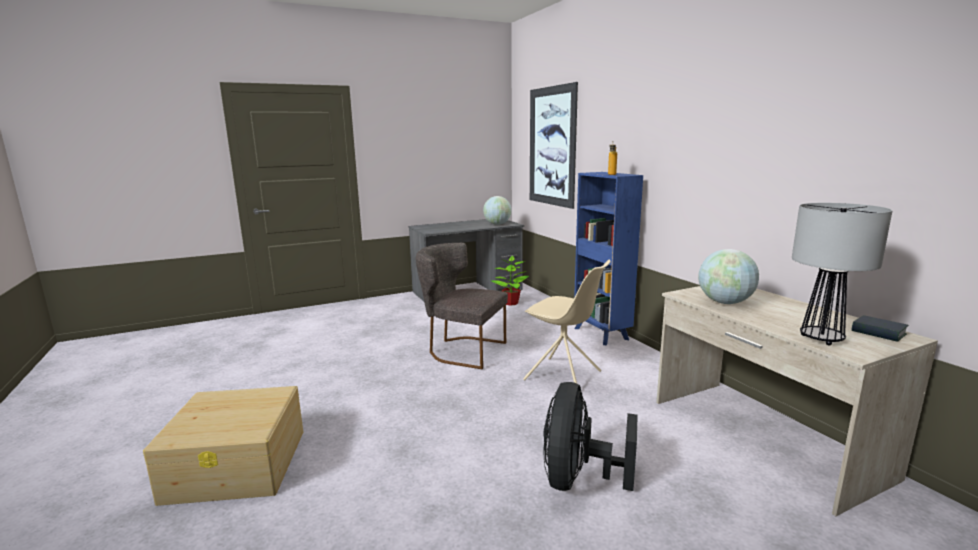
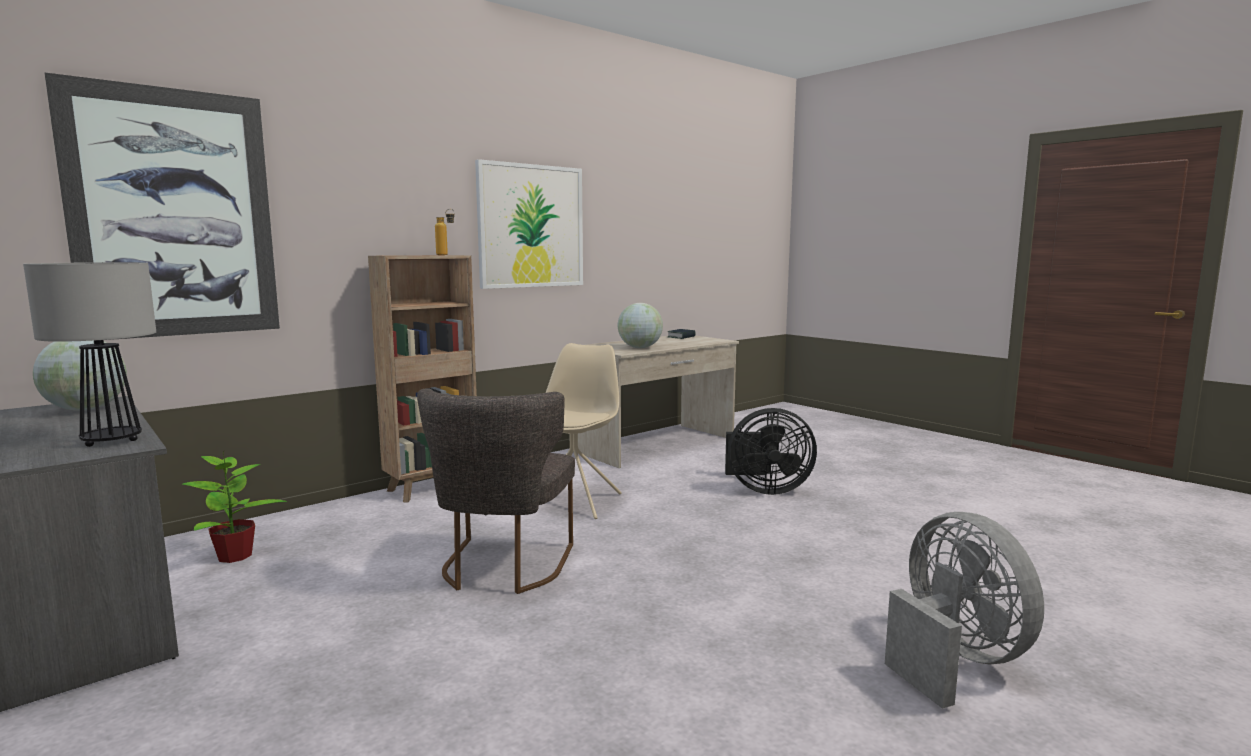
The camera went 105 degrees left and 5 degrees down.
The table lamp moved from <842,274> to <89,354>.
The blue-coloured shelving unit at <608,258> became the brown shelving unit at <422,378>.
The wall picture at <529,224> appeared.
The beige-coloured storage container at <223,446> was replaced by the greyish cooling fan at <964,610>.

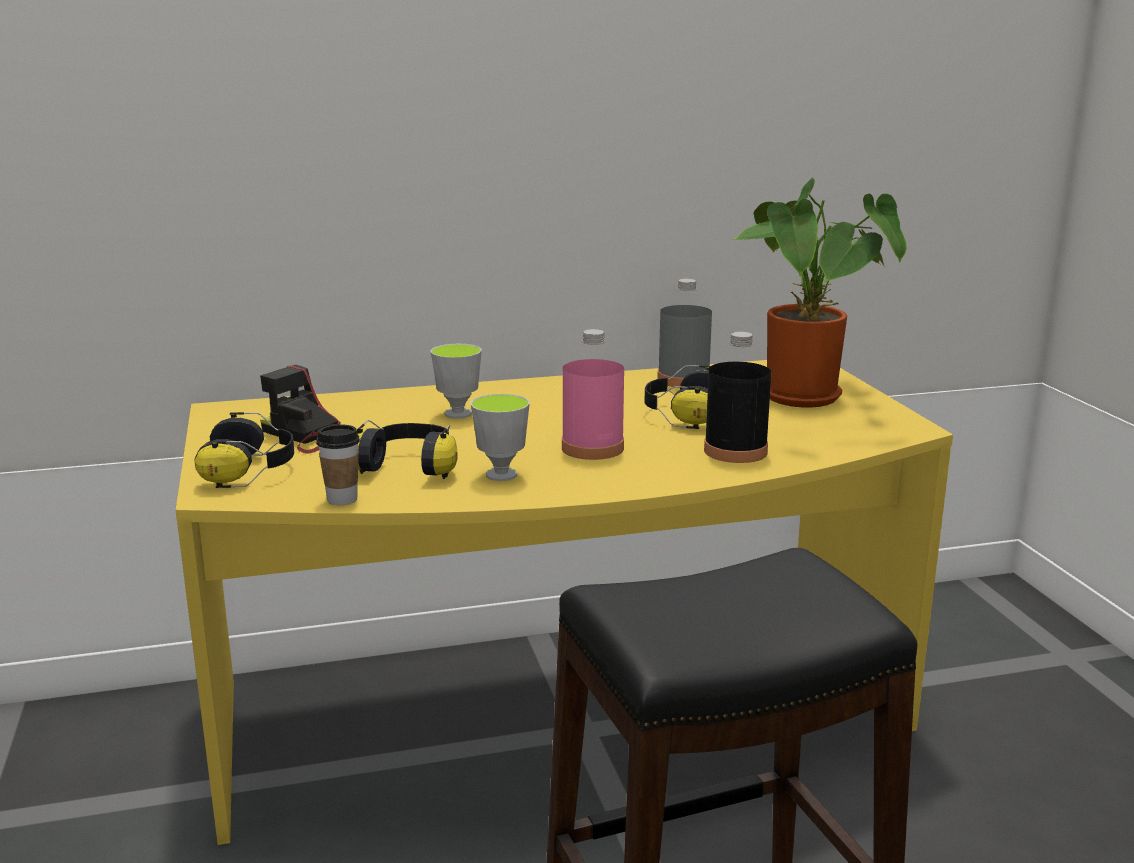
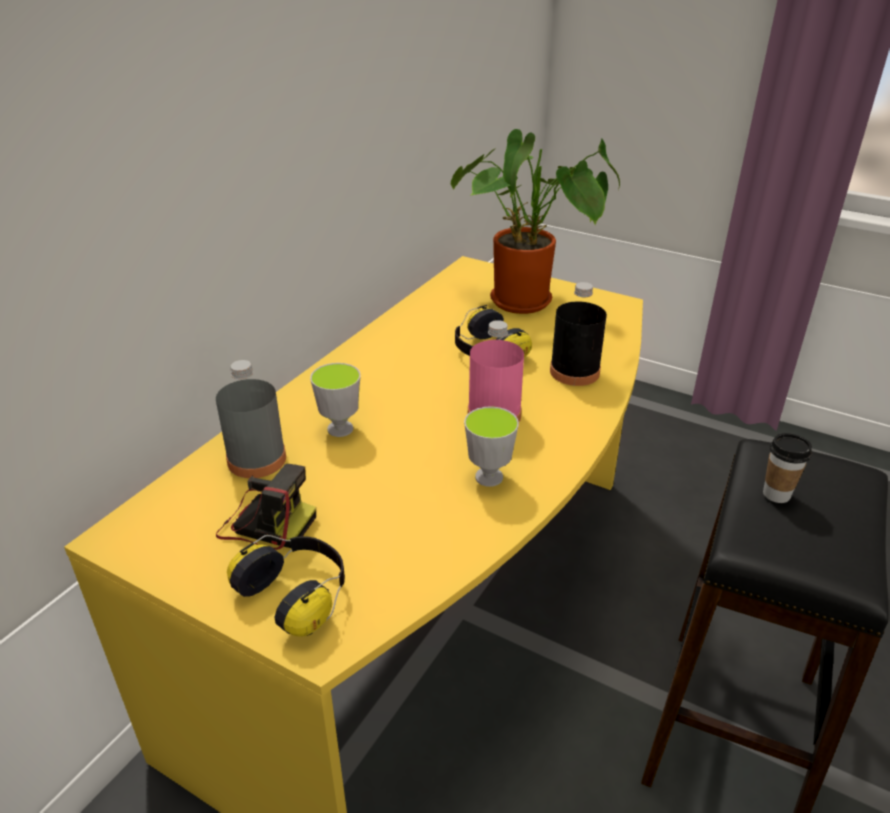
The camera went 45 degrees left and 15 degrees up.
The greyish beverage bottle moved from <684,333> to <251,419>.
The still camera at <300,409> turned 150 degrees counterclockwise.
The drinking cup moved from <338,464> to <787,468>.
The headset at <407,449> disappeared.

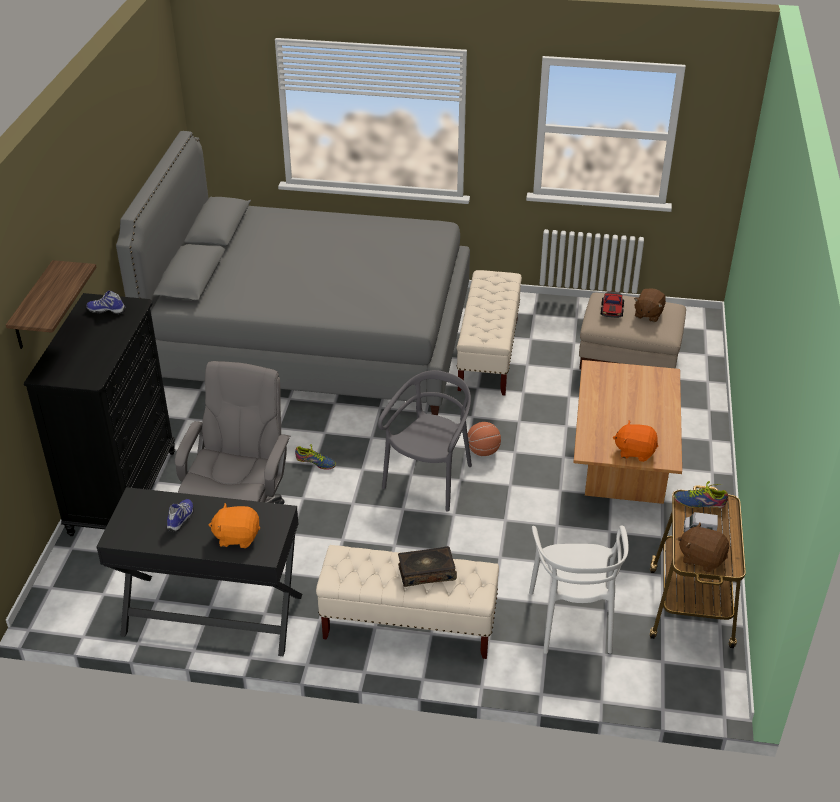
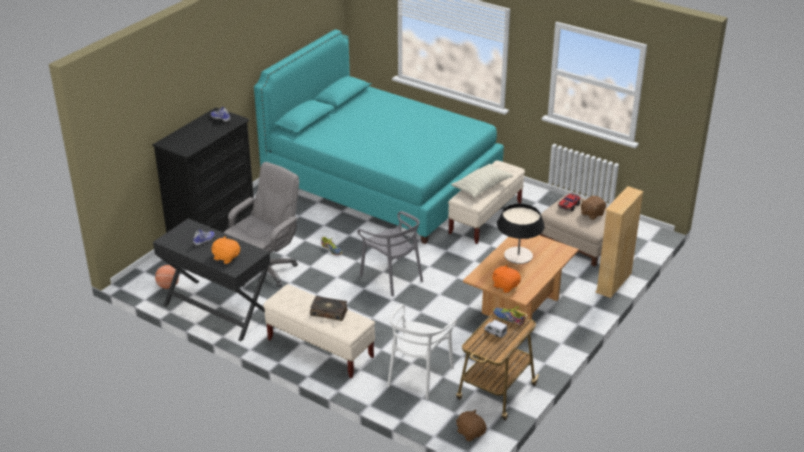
The camera went 25 degrees right and 5 degrees down.
The ball for basketball moved from <484,439> to <167,277>.
The greyish bed at <293,273> became the turquoise bed at <379,137>.
The greyish plain chair at <425,440> turned 90 degrees clockwise.
The cushion at <482,181> appeared.
The brown soft toy moved from <703,547> to <471,425>.
The table lamp at <521,234> appeared.
The beige-coloured shelving unit at <619,242> appeared.
The shelf at <51,304> disappeared.

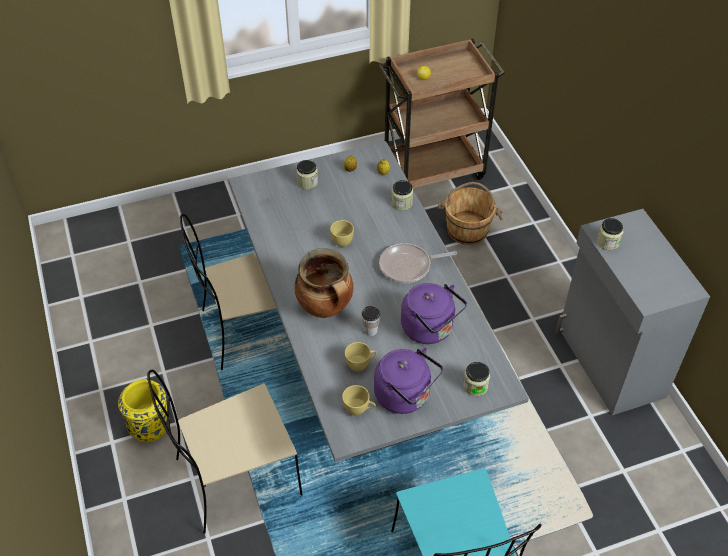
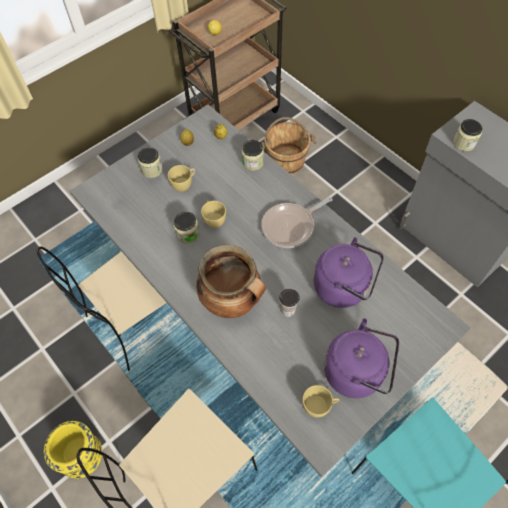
The camera went 20 degrees left and 10 degrees up.
The yellow drinking cup moved from <361,356> to <181,178>.
The storage jar moved from <476,379> to <187,228>.

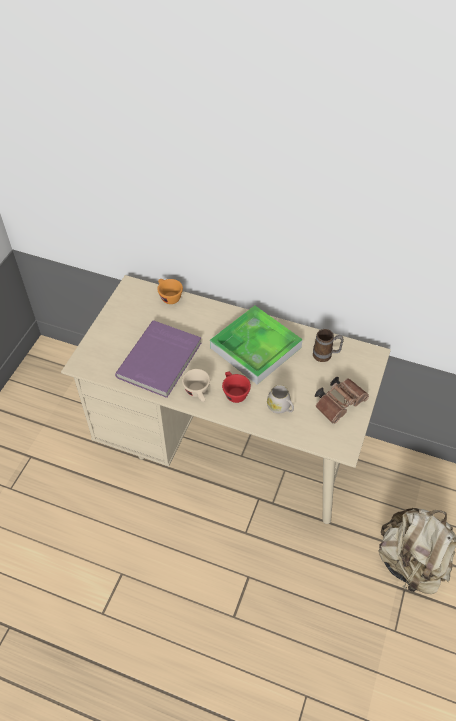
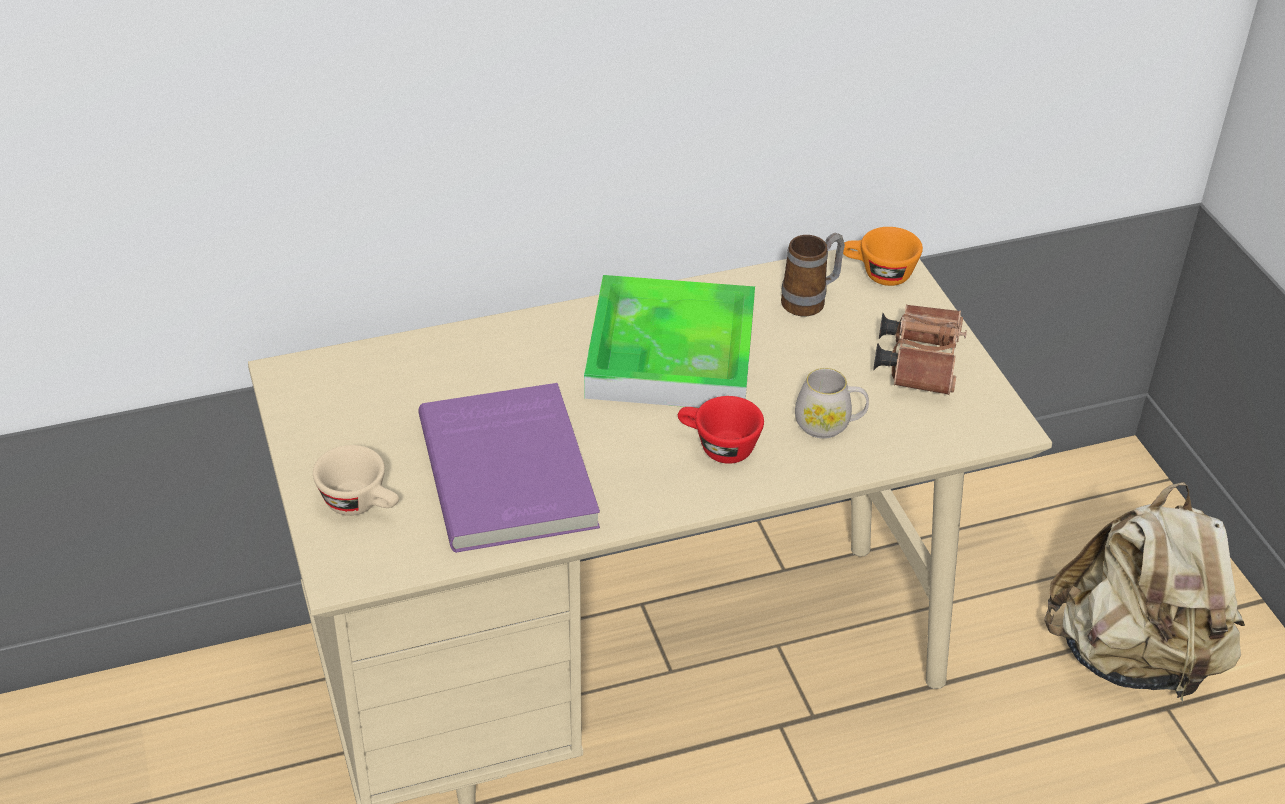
The camera went 40 degrees left and 10 degrees down.
The beige-coloured drinking cup moved from <196,385> to <356,480>.
The orange-coloured drinking cup moved from <170,291> to <883,256>.

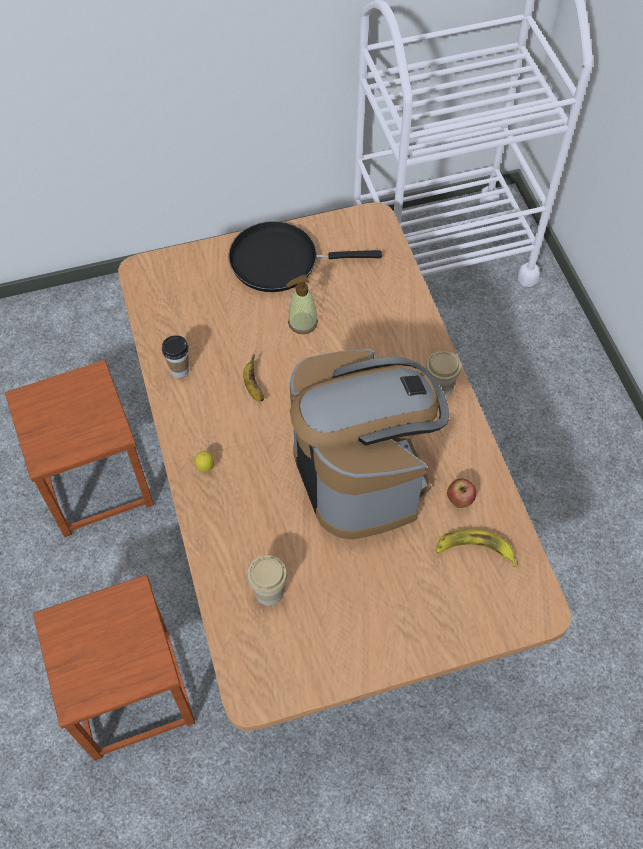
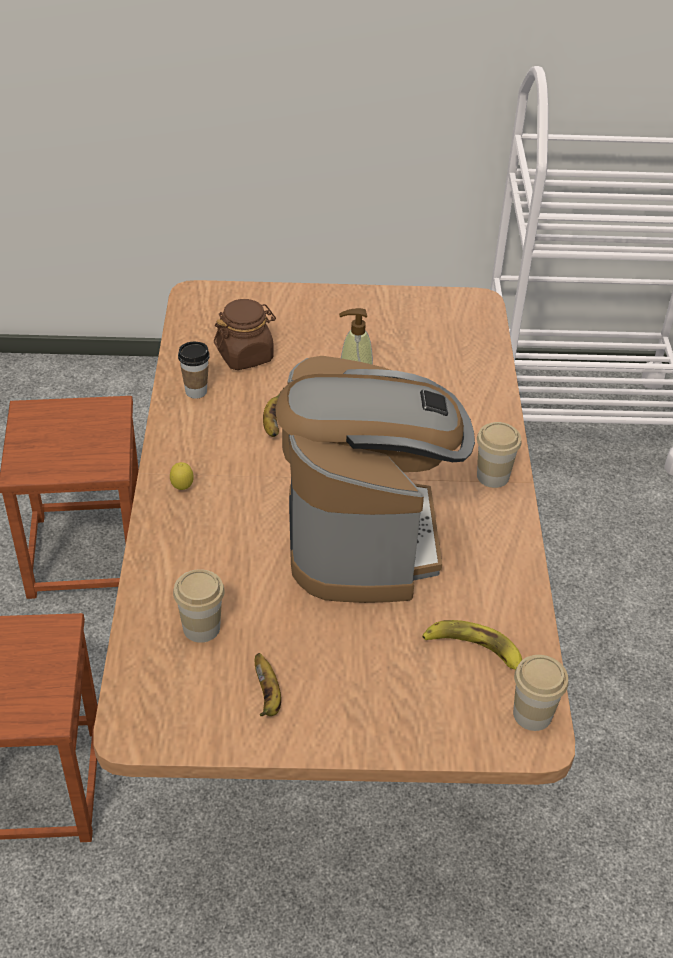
The camera went 15 degrees right and 15 degrees down.
The brown storage jar at <245,334> appeared.
The banana at <268,684> appeared.
The drinking cup at <540,693> appeared.
The black-coloured frying pan at <305,256> disappeared.
The apple at <461,493> disappeared.

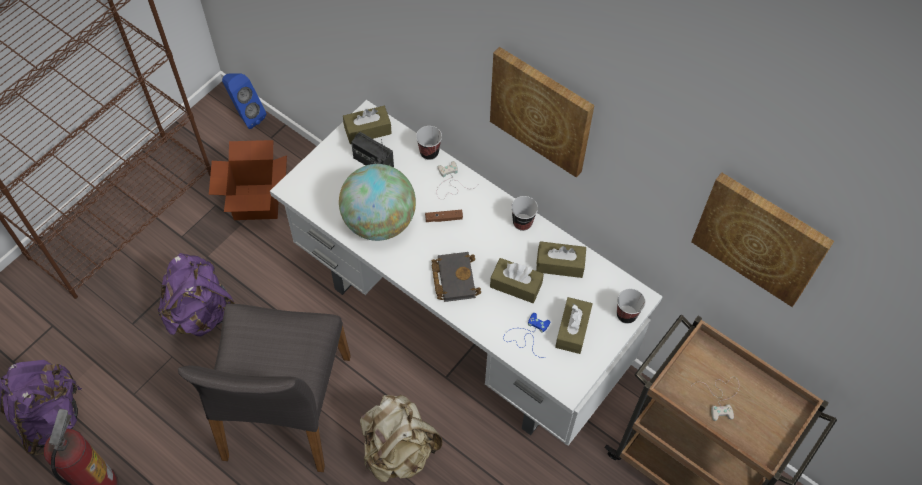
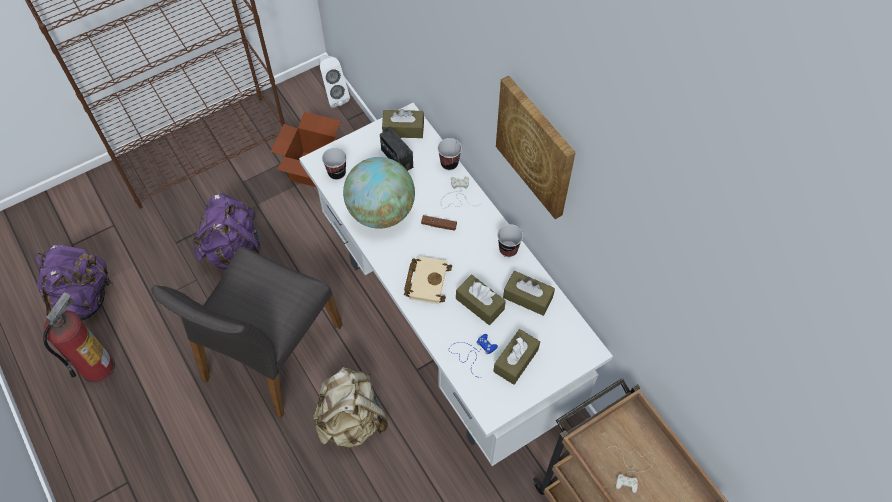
The camera went 20 degrees right and 0 degrees up.
The blue-coloured speaker at <244,101> became the whitish speaker at <334,81>.
The drinking cup moved from <631,306> to <334,164>.
The black-coloured book at <456,277> became the beige-coloured book at <428,280>.
The wall picture at <762,239> disappeared.

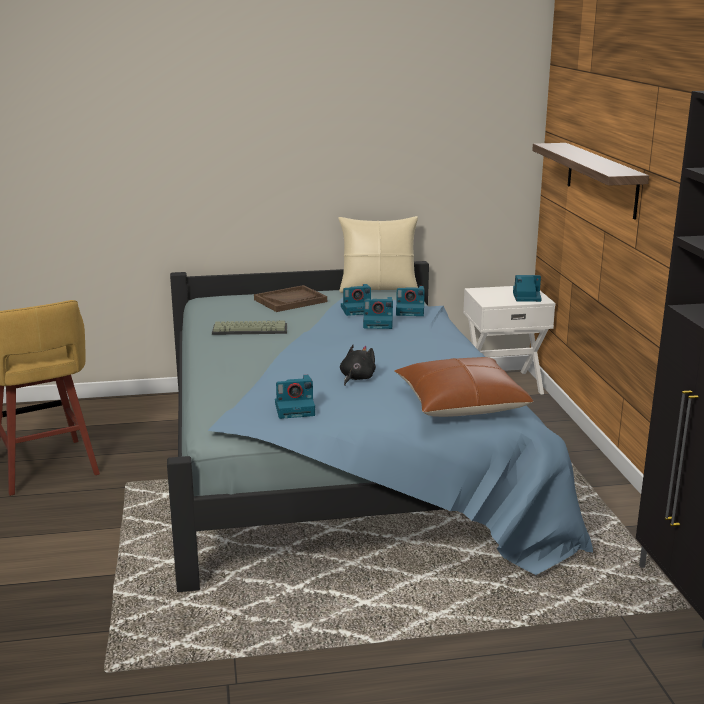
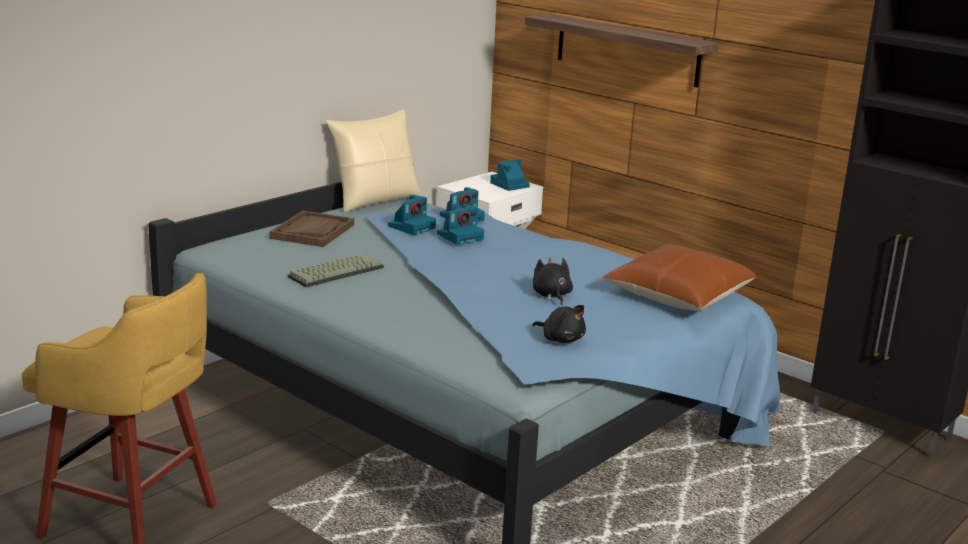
The camera went 40 degrees left and 0 degrees up.
The still camera at <295,397> was replaced by the black-coloured soft toy at <559,324>.

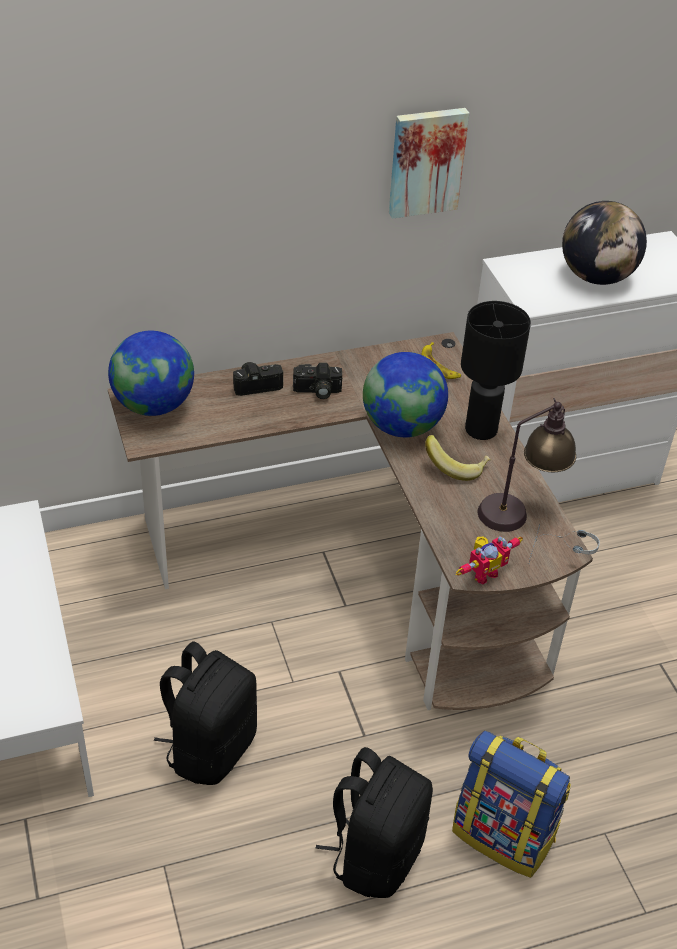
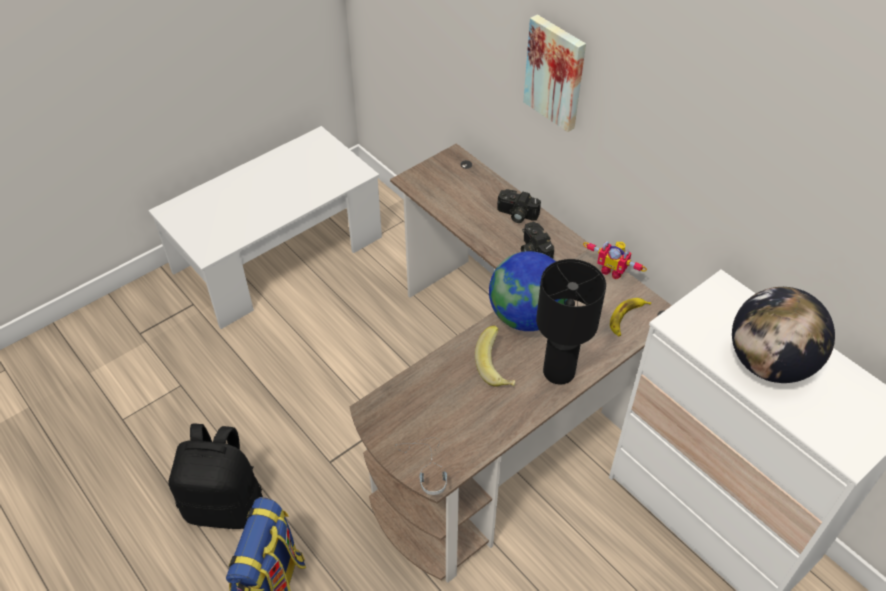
The camera went 70 degrees right and 5 degrees up.
The still camera at <258,379> turned 150 degrees clockwise.
The wall picture moved from <429,163> to <554,73>.
The robot figure moved from <489,560> to <615,260>.
The globe at <151,373> disappeared.
The black-coloured backpack at <205,713> disappeared.
The table lamp at <527,465> disappeared.

